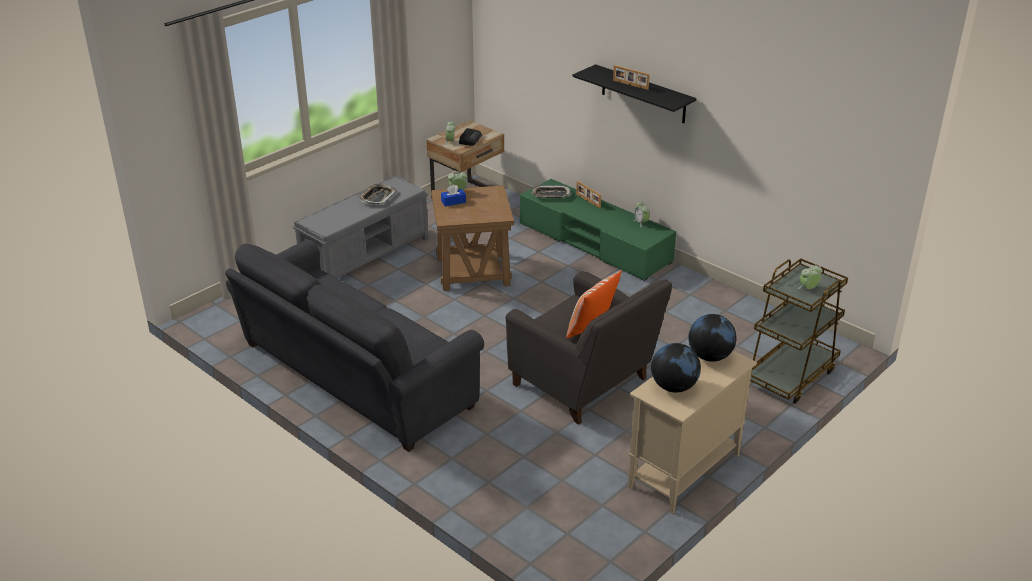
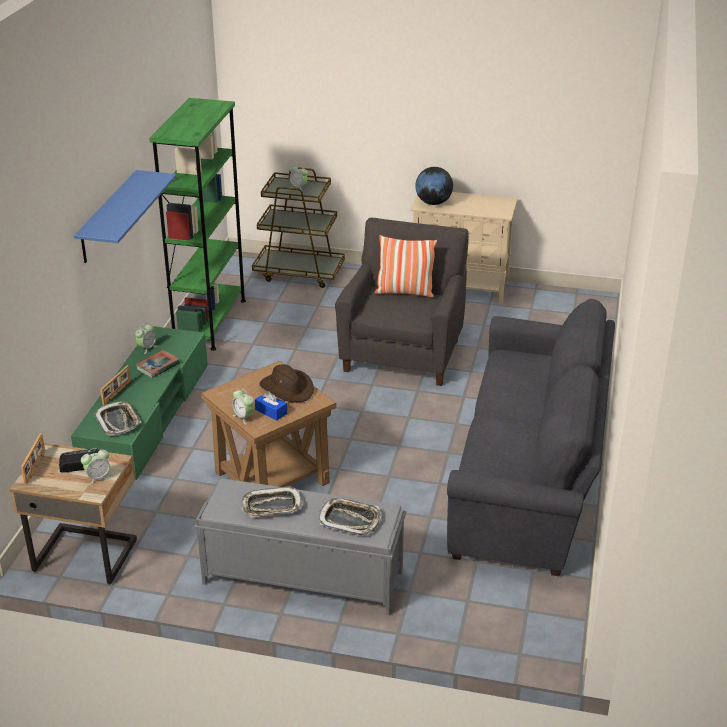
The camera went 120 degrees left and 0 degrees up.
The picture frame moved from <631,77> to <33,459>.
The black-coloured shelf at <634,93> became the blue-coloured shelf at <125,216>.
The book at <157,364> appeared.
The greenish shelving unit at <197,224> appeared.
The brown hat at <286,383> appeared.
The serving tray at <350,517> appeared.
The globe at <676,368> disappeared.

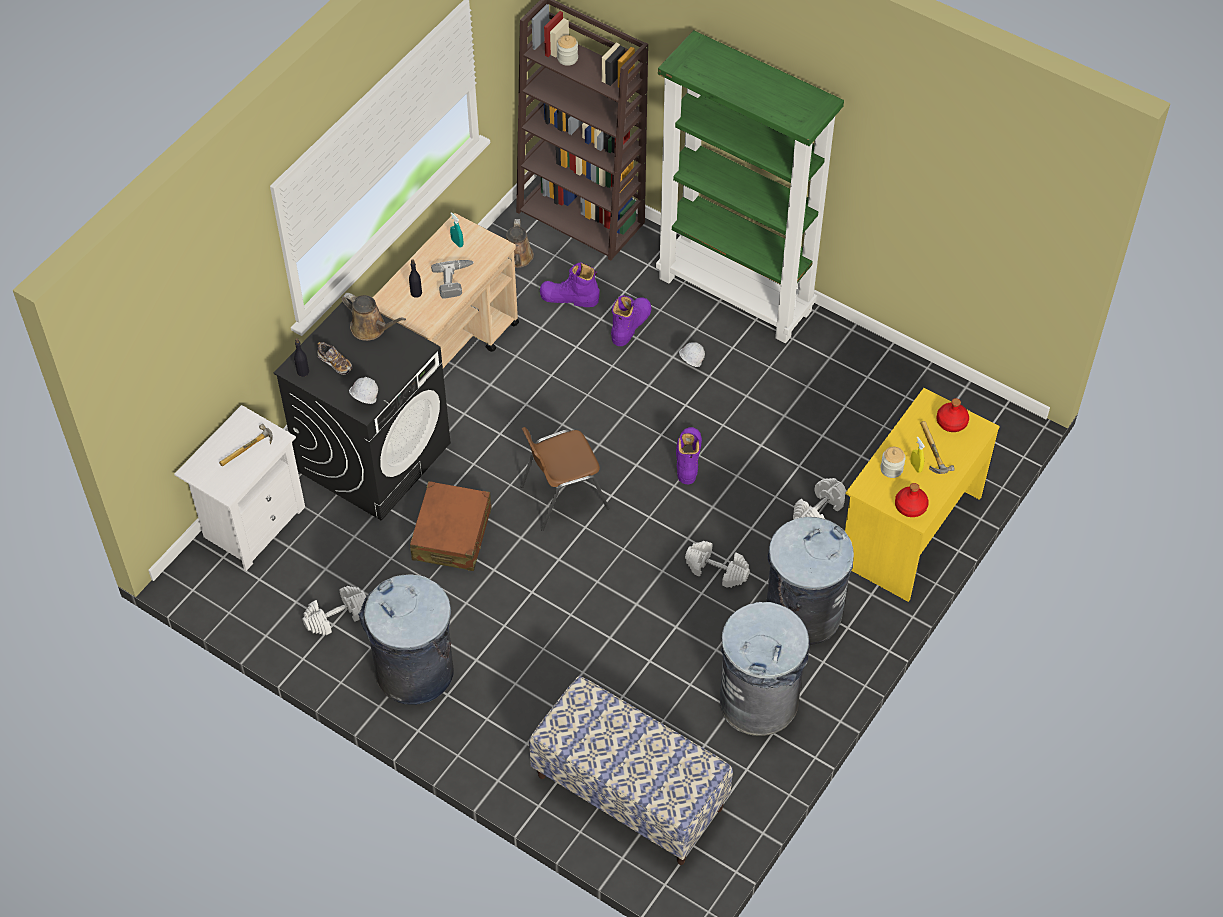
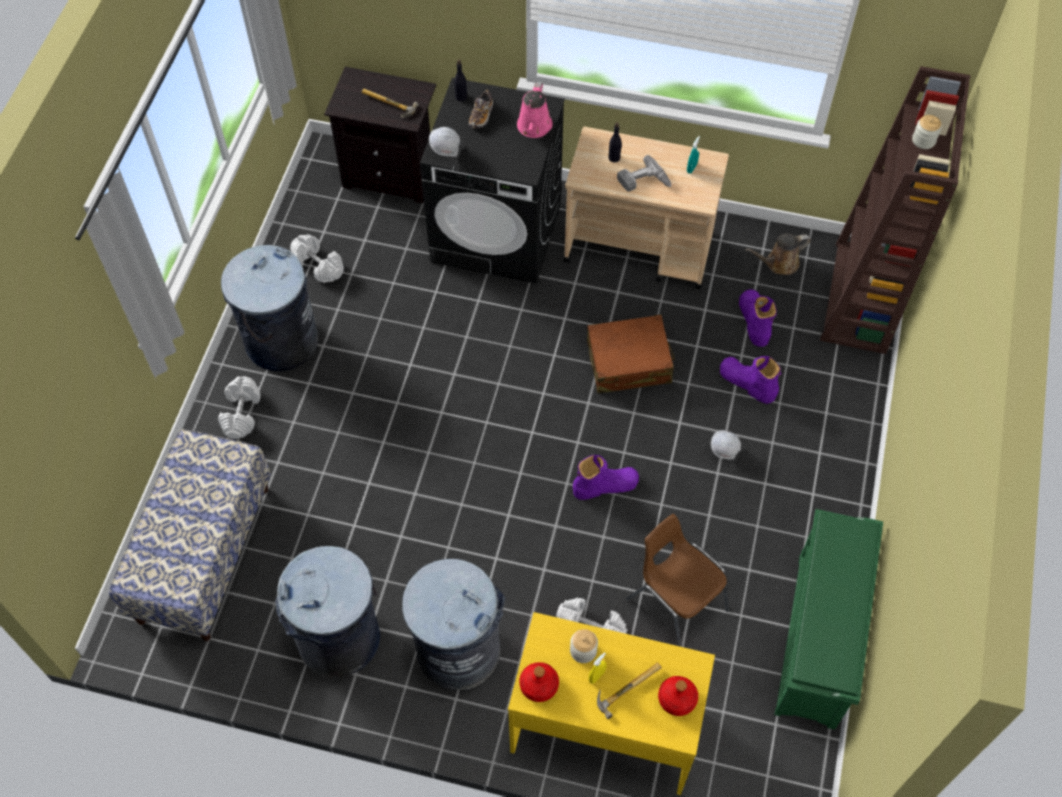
The camera went 70 degrees right and 5 degrees up.
The whitish dumbbell moved from <717,564> to <239,407>.
The whitish night table at <239,488> became the black-coloured night table at <380,135>.
The brown watering pot at <373,317> became the pink watering pot at <535,110>.
The brown travel case moved from <450,526> to <630,354>.
The brown plain chair moved from <564,479> to <677,580>.
The purple-coloured high-top boot at <631,320> turned 150 degrees counterclockwise.
The greenish shoe stand at <828,619> appeared.
The greenish shelving unit at <750,186> disappeared.

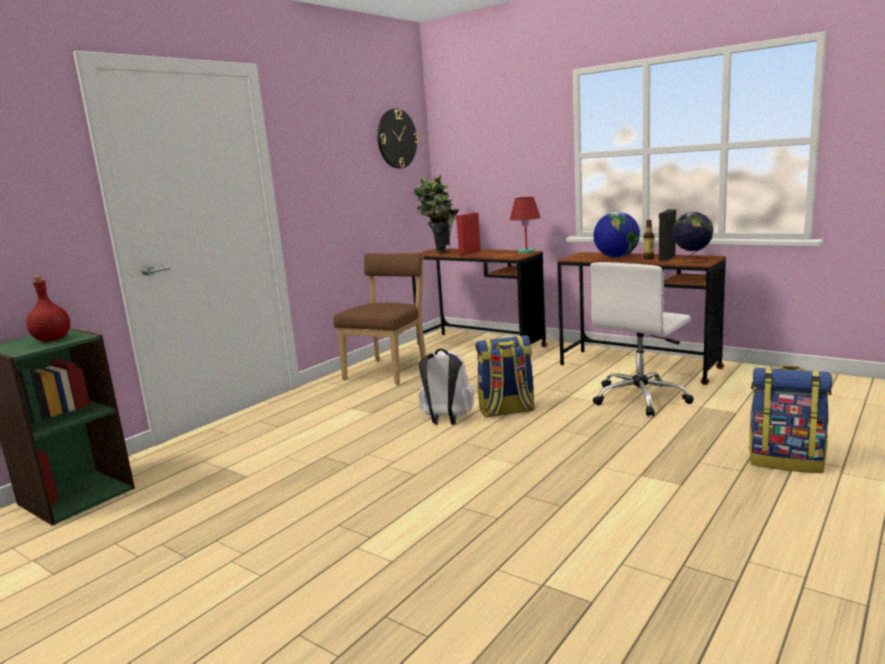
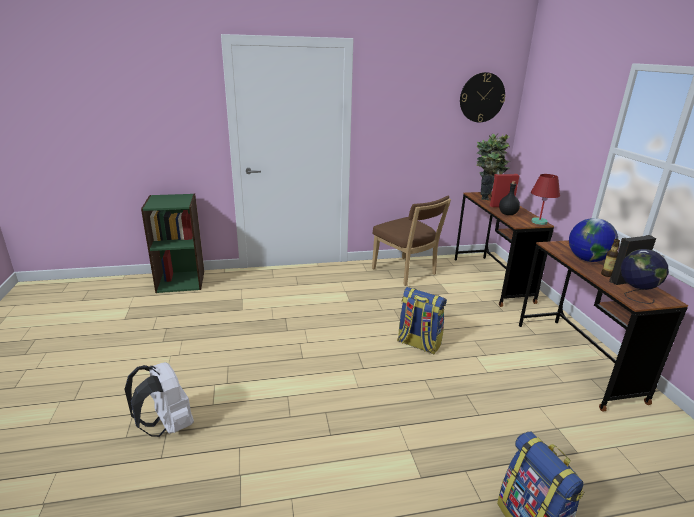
The camera went 40 degrees right and 10 degrees up.
The whitish backpack moved from <446,386> to <159,399>.
The brown plain chair at <379,319> turned 75 degrees clockwise.
The black-coloured beverage bottle at <509,198> appeared.
The reddish beverage bottle at <48,308> disappeared.
The whitish office chair at <642,339> disappeared.

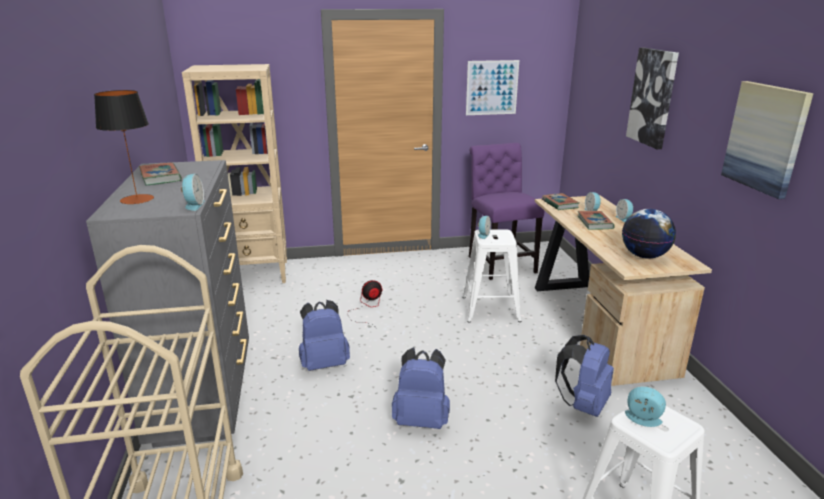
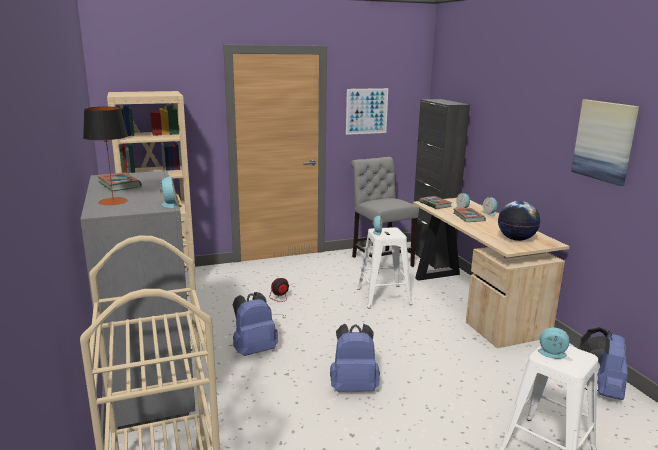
The camera went 10 degrees left and 5 degrees down.
The purple-coloured plain chair at <507,211> became the greyish plain chair at <385,215>.
The black-coloured cupboard at <442,184> appeared.
The blue-coloured backpack moved from <584,376> to <603,363>.
The wall picture at <652,98> disappeared.

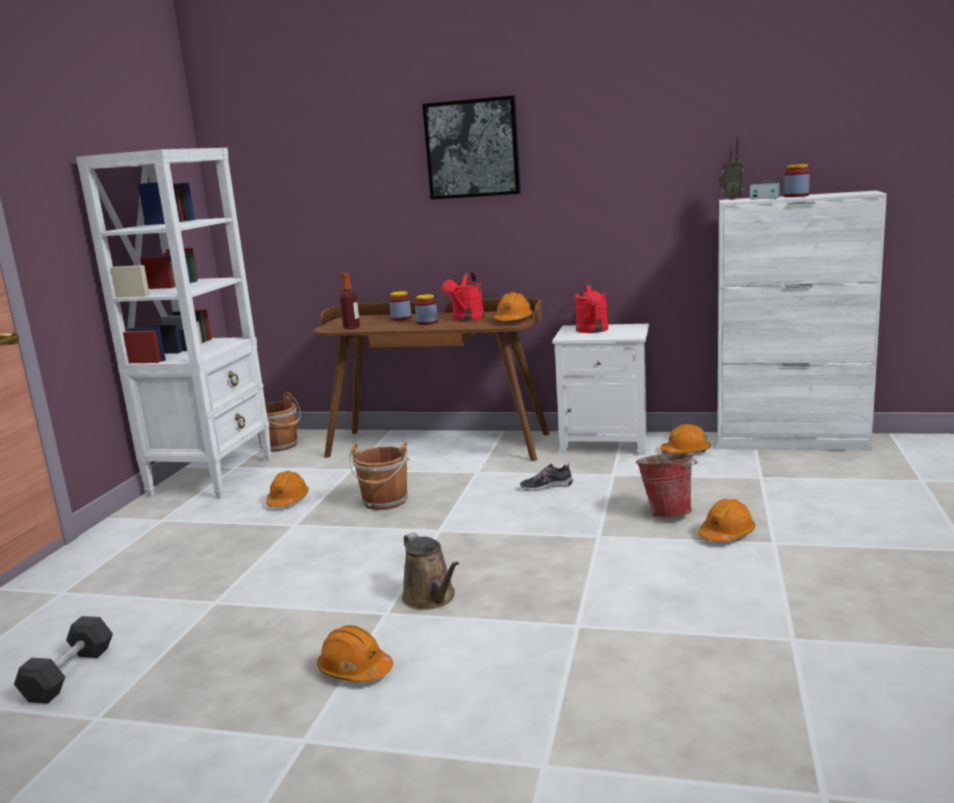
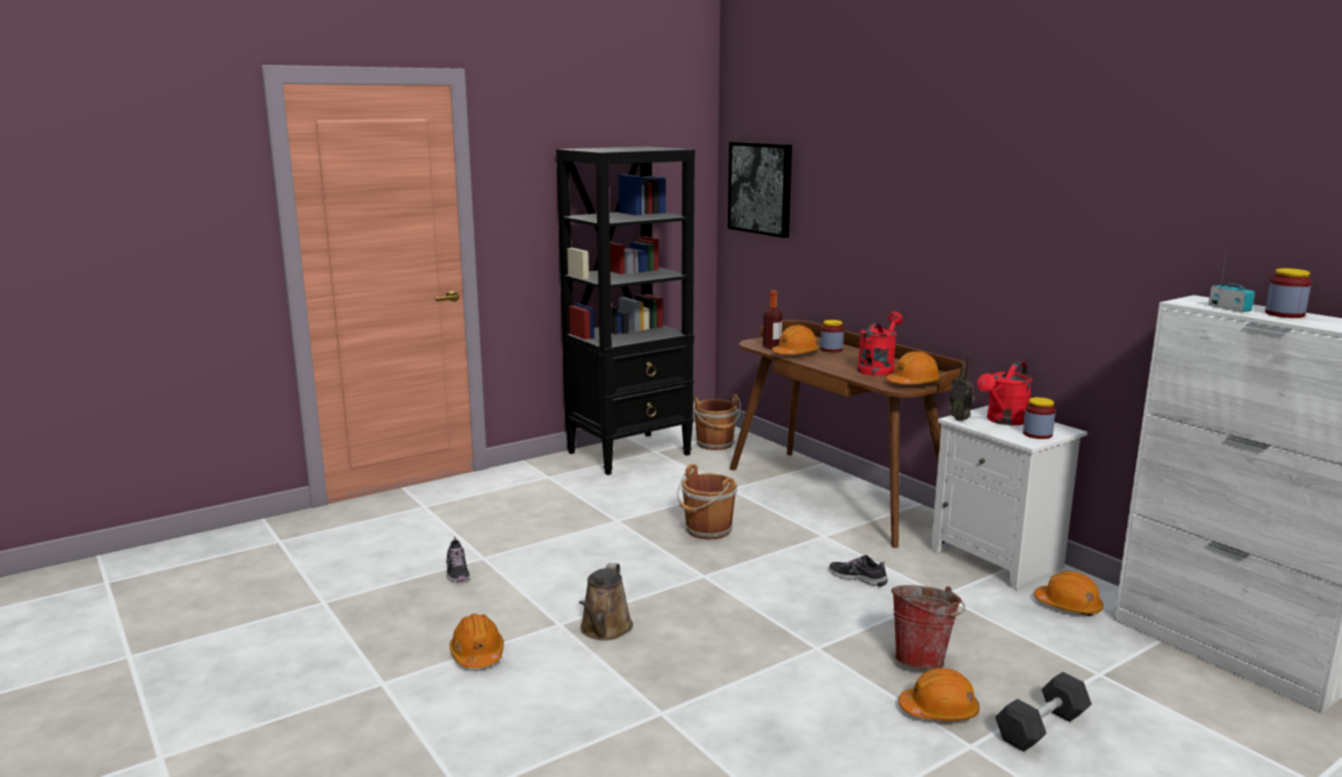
The camera went 40 degrees right and 0 degrees up.
The item of footwear at <458,559> appeared.
The whitish shelving unit at <174,323> became the black-coloured shelving unit at <625,310>.
The wall picture moved from <471,147> to <760,190>.
The orange-coloured hard hat moved from <287,489> to <795,340>.
The reddish watering pot at <463,297> turned 150 degrees clockwise.
The radio set moved from <732,168> to <962,387>.
The greyish dumbbell moved from <63,660> to <1043,712>.
The storage jar moved from <426,309> to <1039,418>.

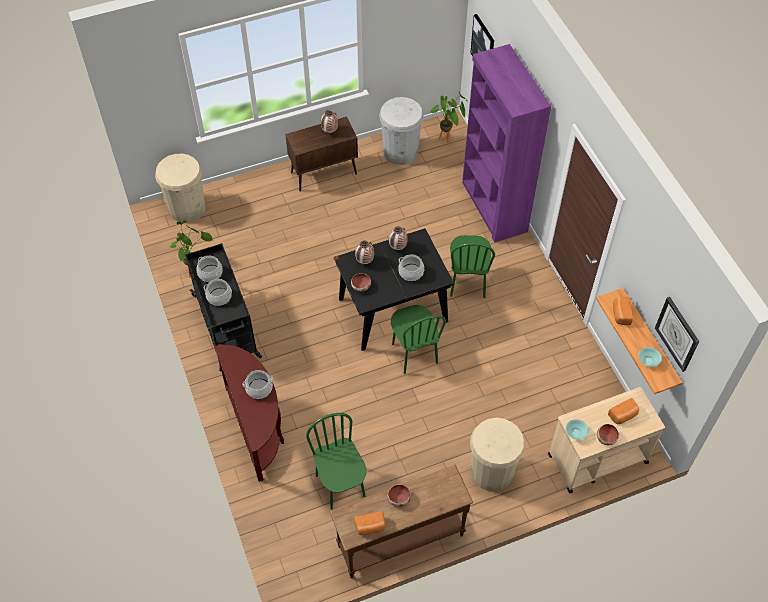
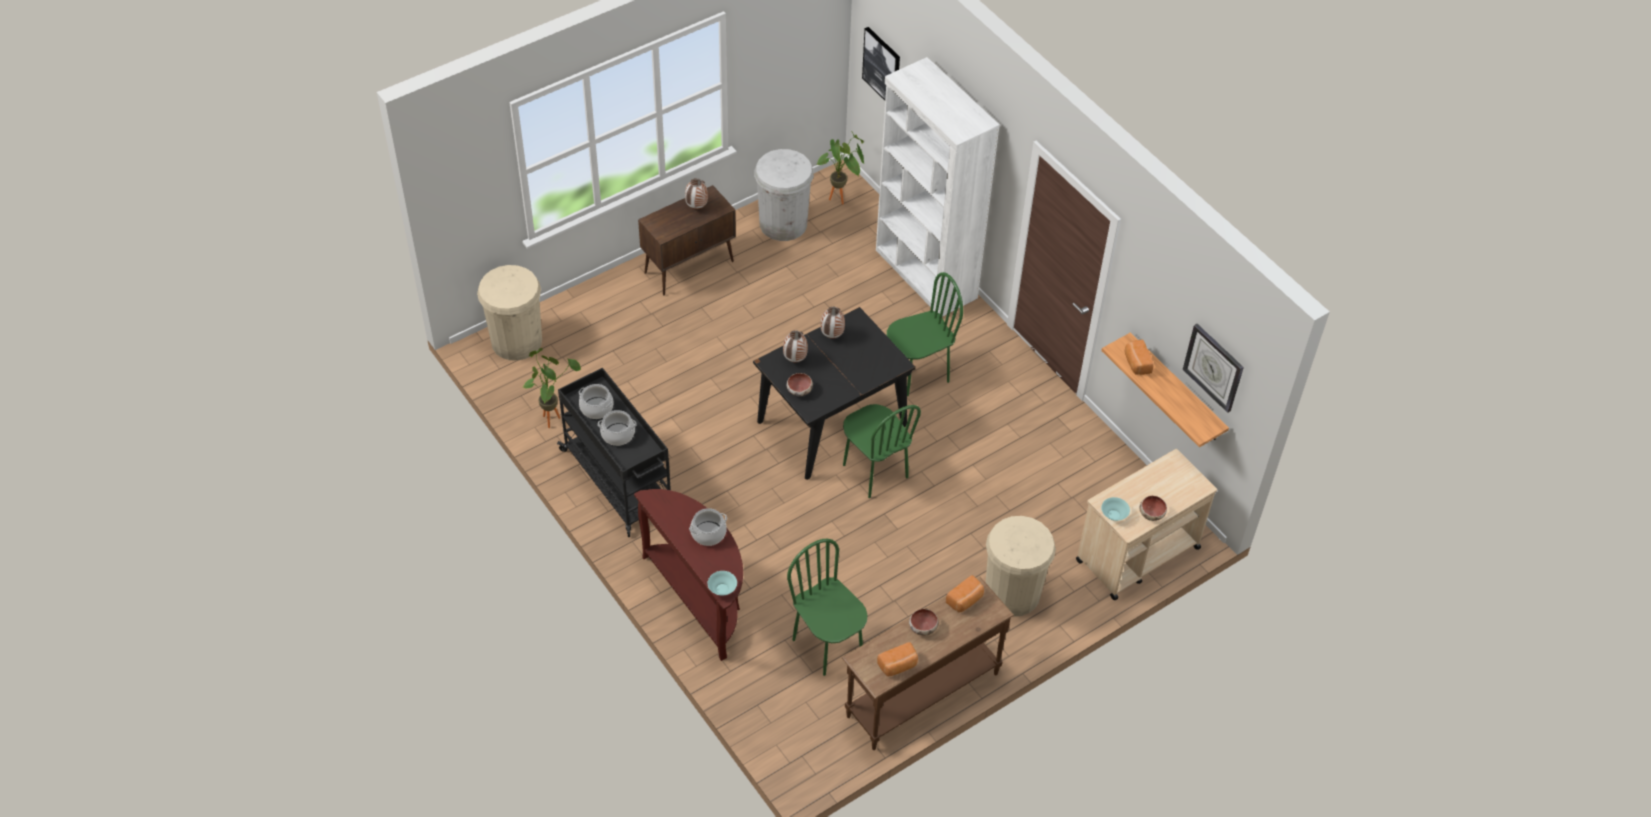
The camera went 15 degrees left and 5 degrees down.
The turquoise deep dish moved from <650,357> to <722,583>.
The purple-coloured shelving unit at <506,143> became the whitish shelving unit at <938,187>.
The greenish plain chair at <472,266> turned 105 degrees counterclockwise.
The baked bread moved from <623,411> to <965,593>.
The cooking pot at <411,267> disappeared.

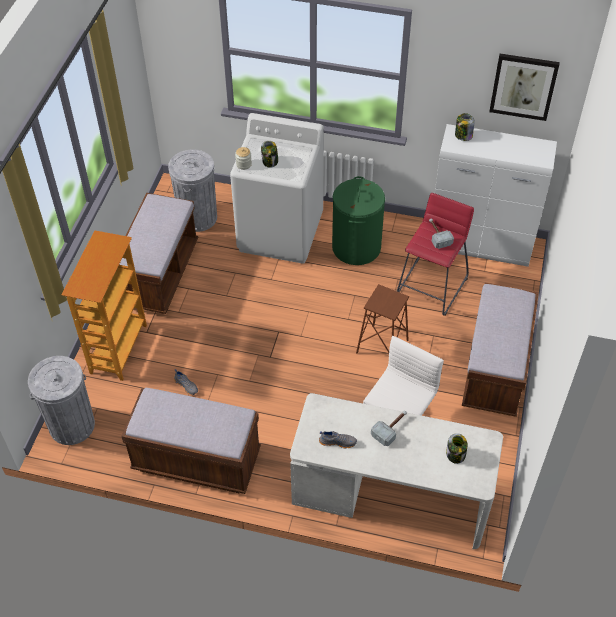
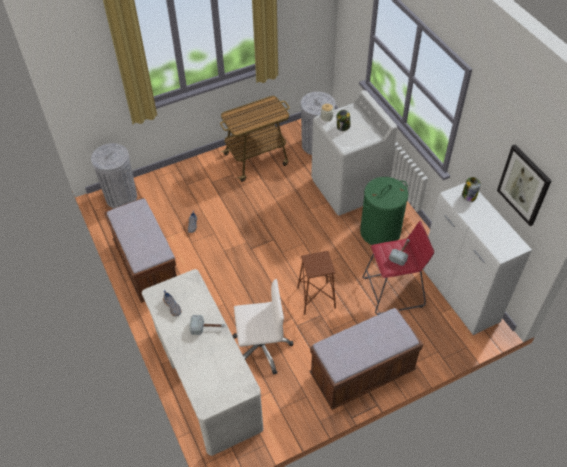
The camera went 50 degrees right and 0 degrees up.
The brown indoor bench at <158,253> was replaced by the cart at <255,139>.
The shelving unit at <104,305> disappeared.
The storage jar at <457,448> disappeared.

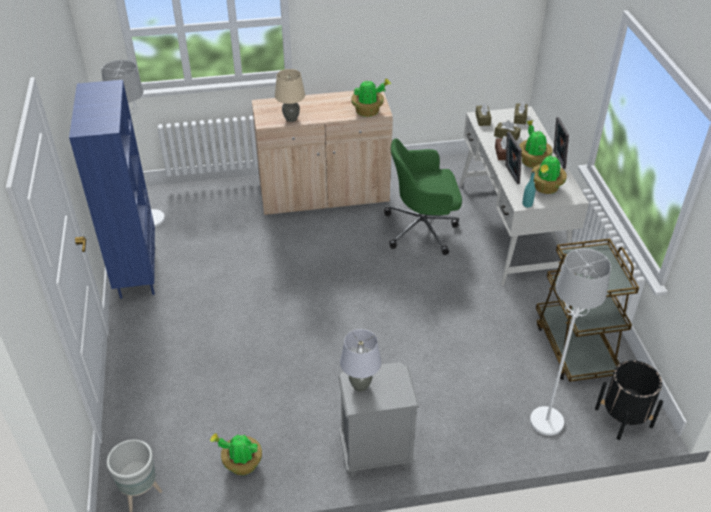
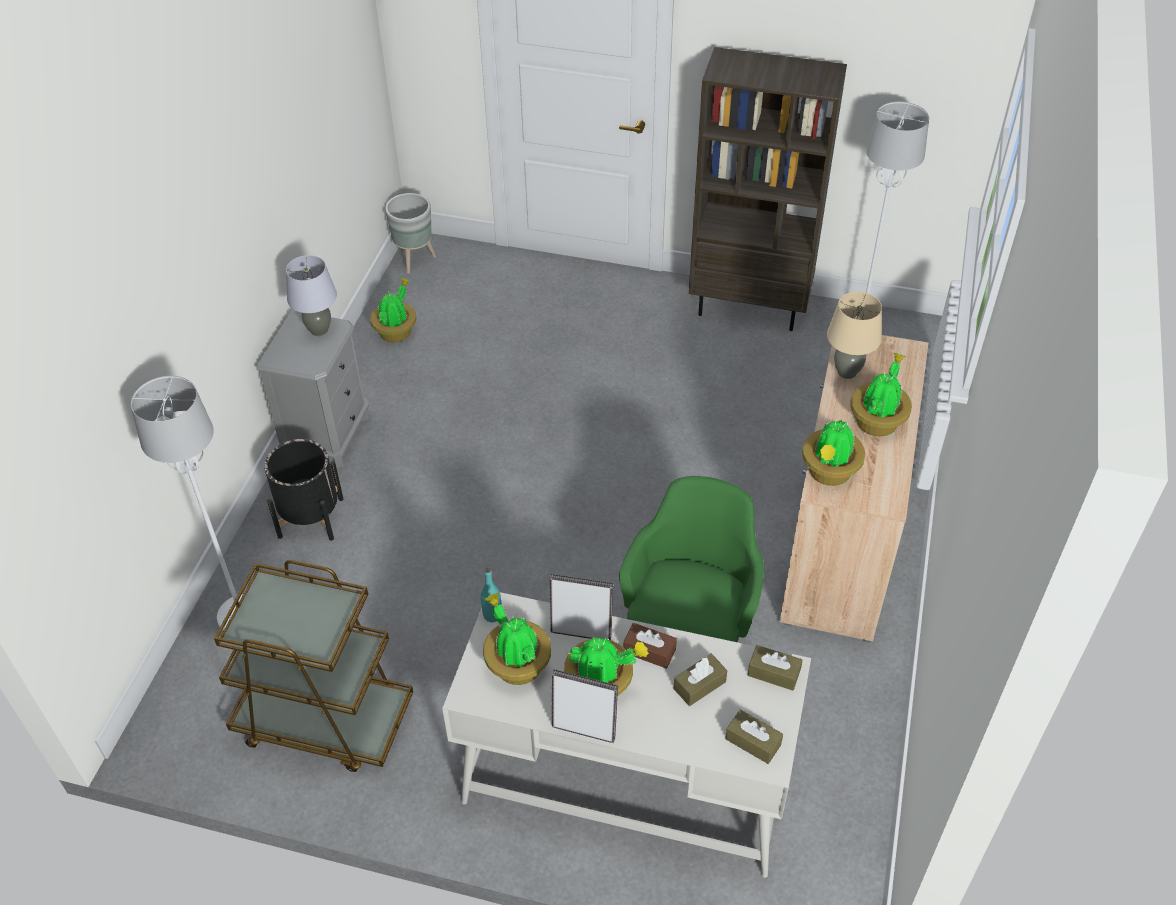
The camera went 115 degrees right and 5 degrees up.
The black-coloured planter moved from <629,400> to <303,490>.
The blue-coloured shelving unit at <112,189> became the brown shelving unit at <768,189>.
The plant in a pot at <881,394> appeared.

